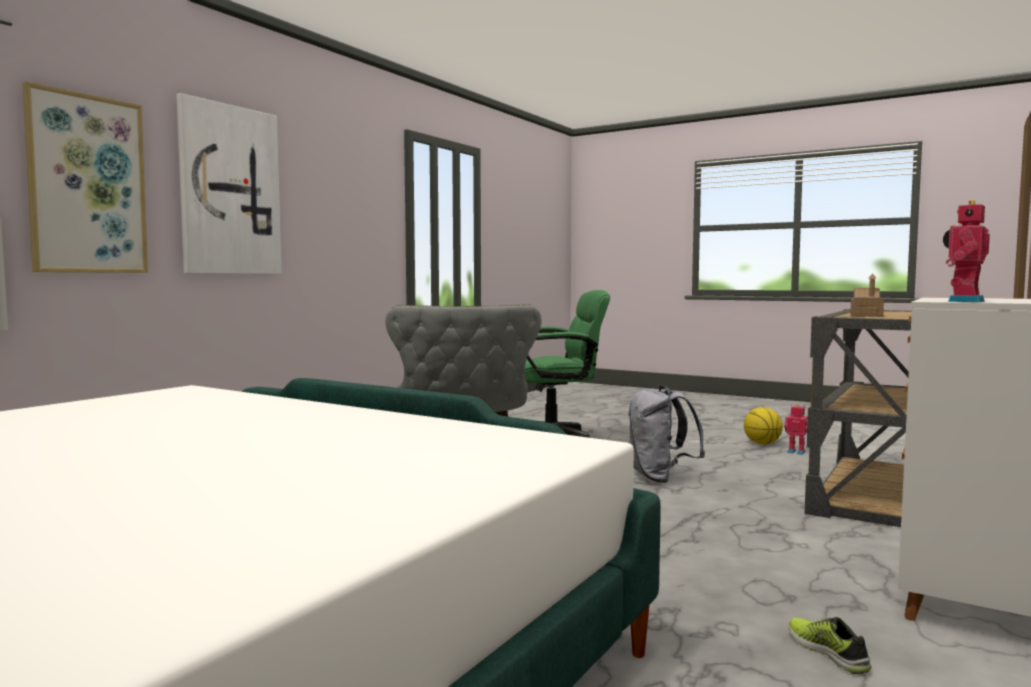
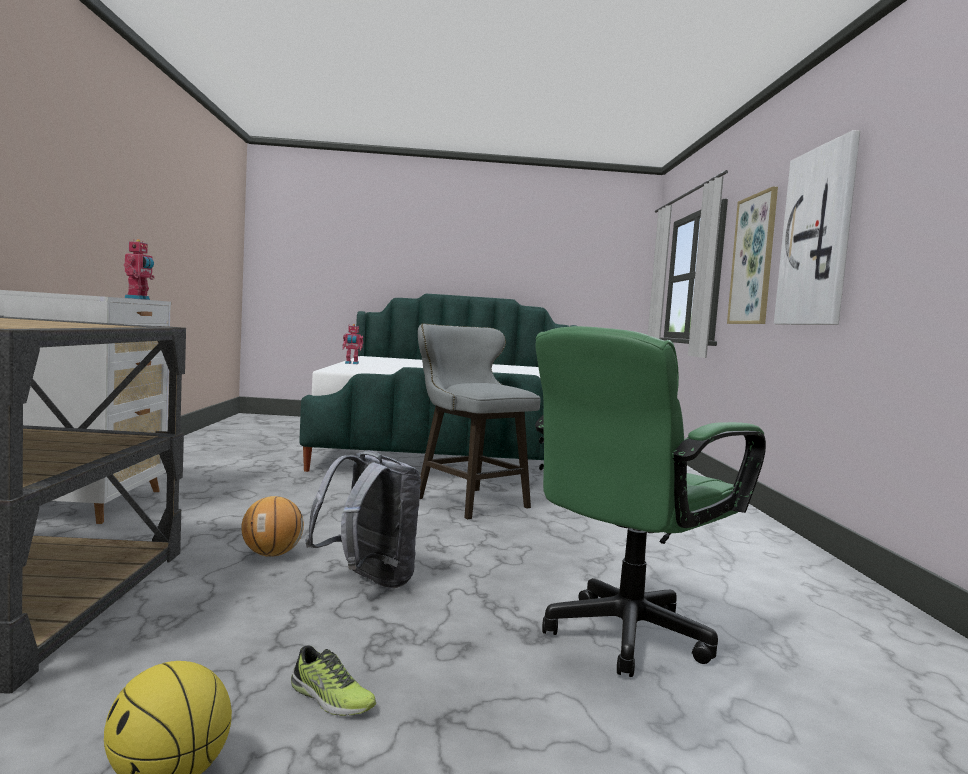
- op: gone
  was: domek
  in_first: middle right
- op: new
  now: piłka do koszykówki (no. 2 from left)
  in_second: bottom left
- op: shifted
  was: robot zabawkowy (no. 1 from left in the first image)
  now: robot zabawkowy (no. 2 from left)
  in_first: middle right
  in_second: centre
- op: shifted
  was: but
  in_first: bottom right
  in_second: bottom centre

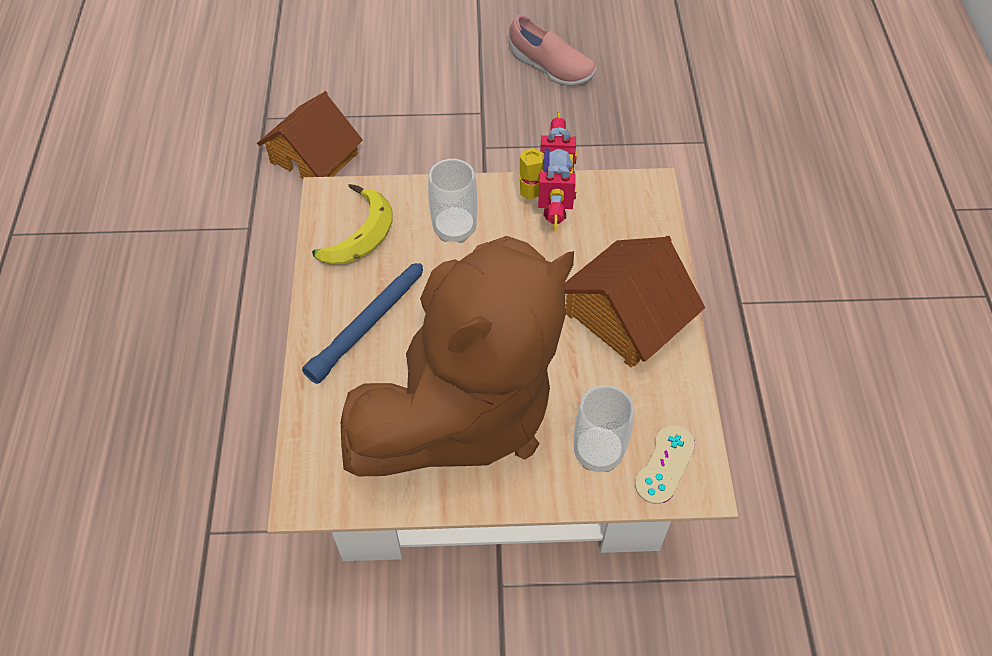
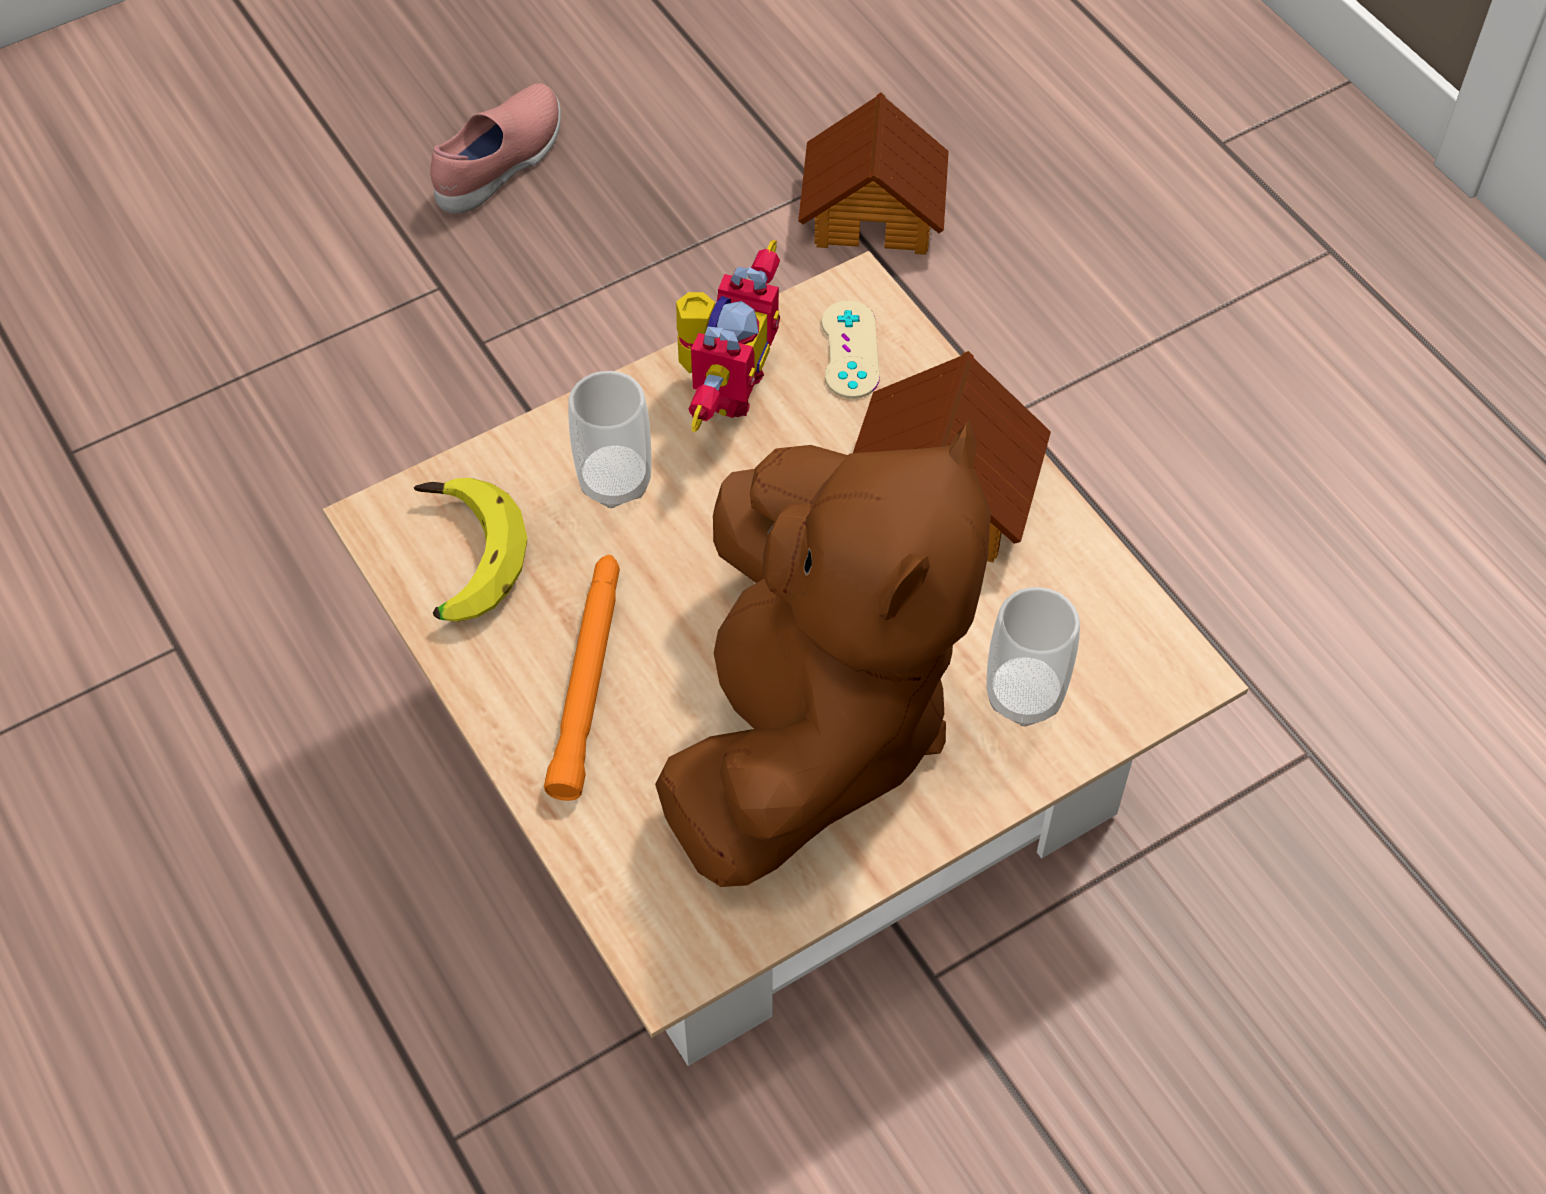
- op: shifted
  was: domek (no. 1 from left)
  in_first: top left
  in_second: top centre
- op: shifted
  was: pad do gier/beżowy
  in_first: bottom right
  in_second: top centre
- op: repainted
  was: latarka/niebieski
  now: latarka/pomarańczowy
  in_first: centre
  in_second: centre
- op: rotated
  was: but/różowy
  in_first: top centre
  in_second: top left
  clockwise: -60
- op: rotated
  was: robot zabawkowy
  in_first: top centre
  in_second: top centre
  clockwise: 45

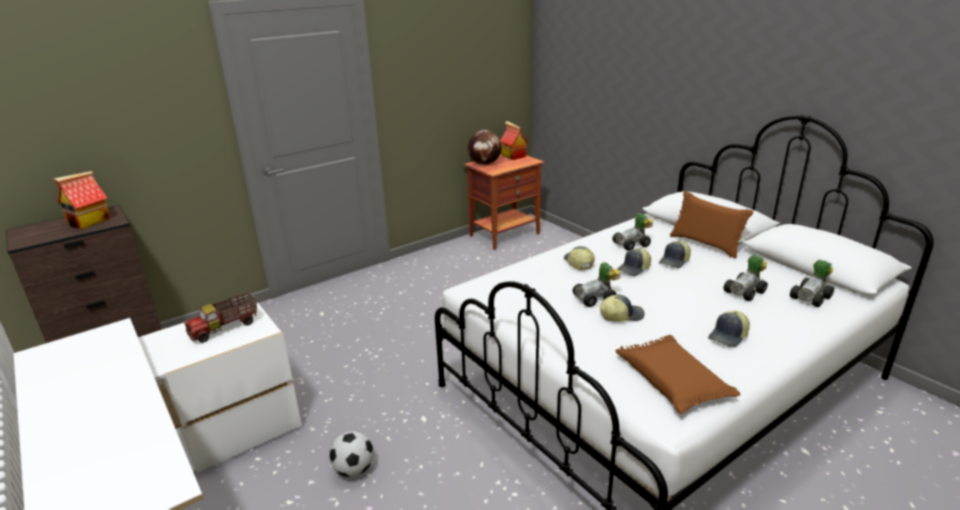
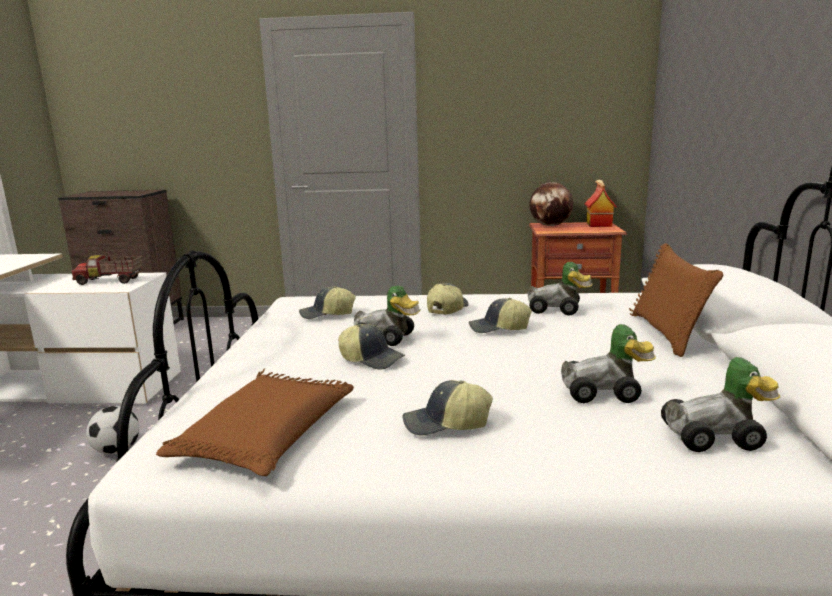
- op: gone
  was: domek (no. 1 from left)
  in_first: middle left
- op: shifted
  was: czapka z daszkiem (no. 4 from left in the first image)
  now: czapka z daszkiem (no. 1 from left)
  in_first: middle right
  in_second: centre

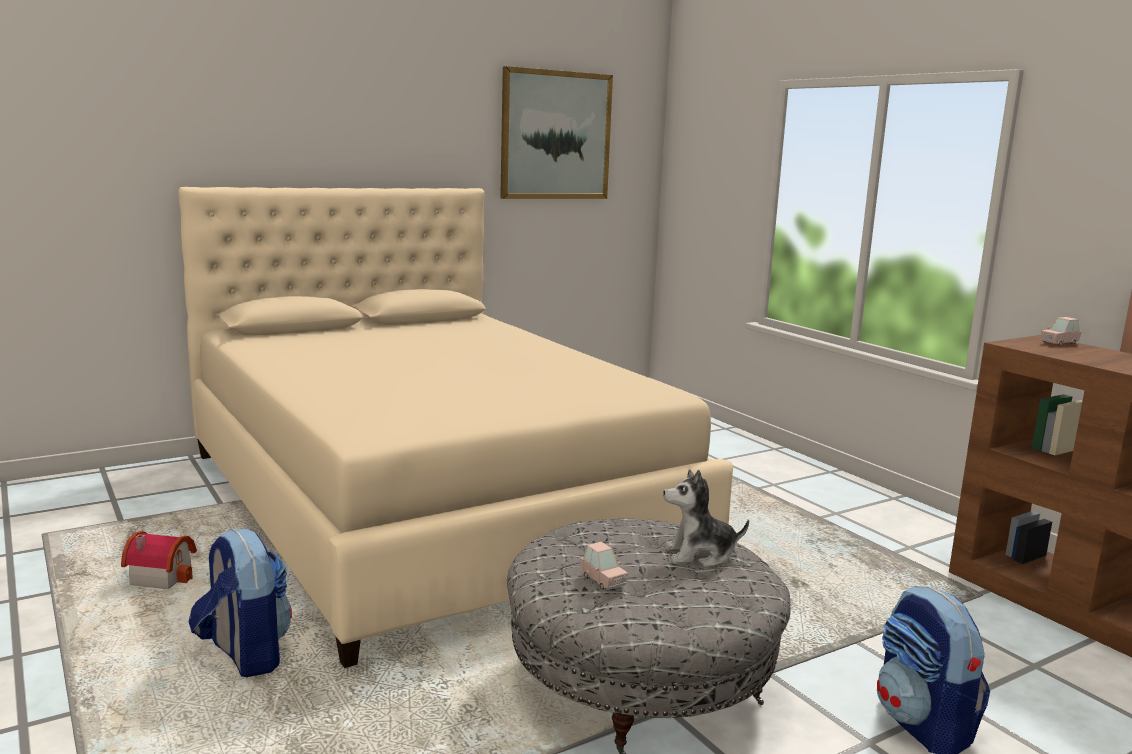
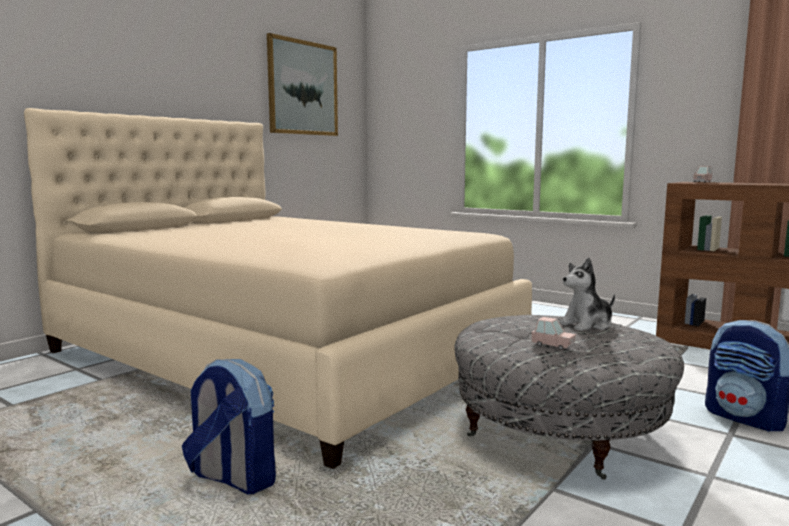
- op: gone
  was: domek
  in_first: bottom left

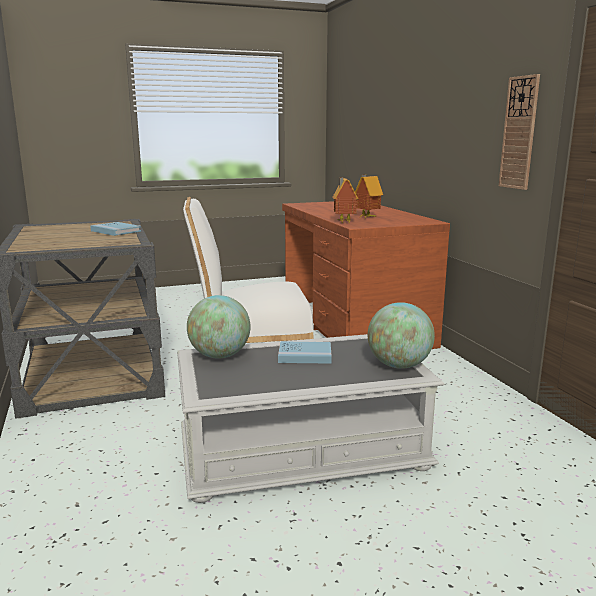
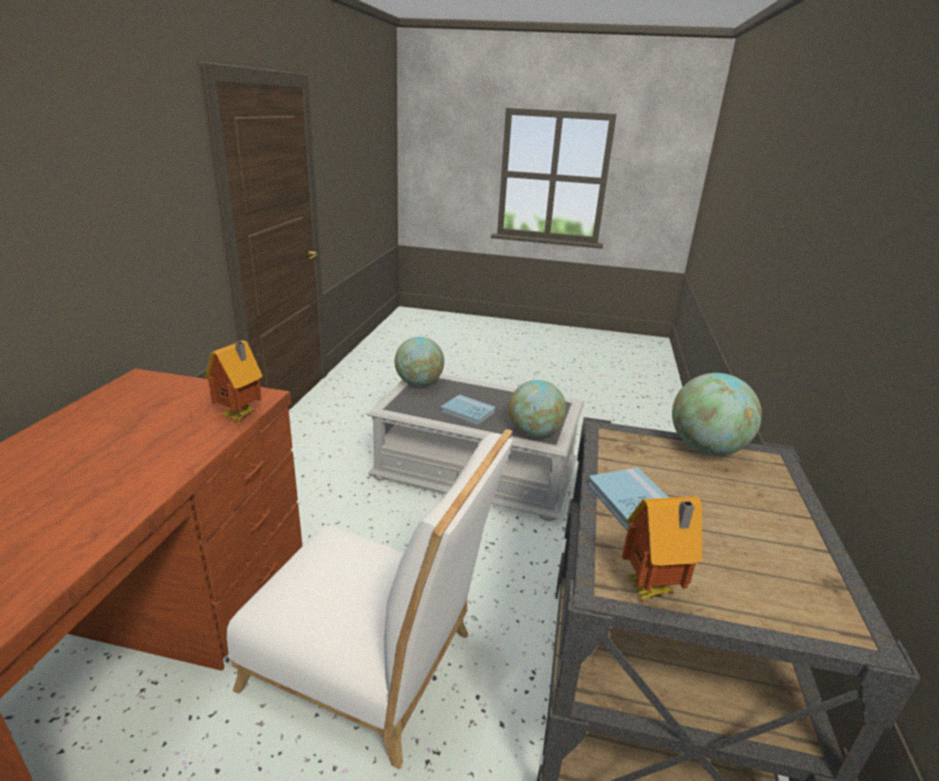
- op: gone
  was: zegar ścienny
  in_first: top right
- op: new
  now: globus (no. 3 from left)
  in_second: middle right
- op: shifted
  was: domek (no. 2 from left)
  in_first: top centre
  in_second: bottom right

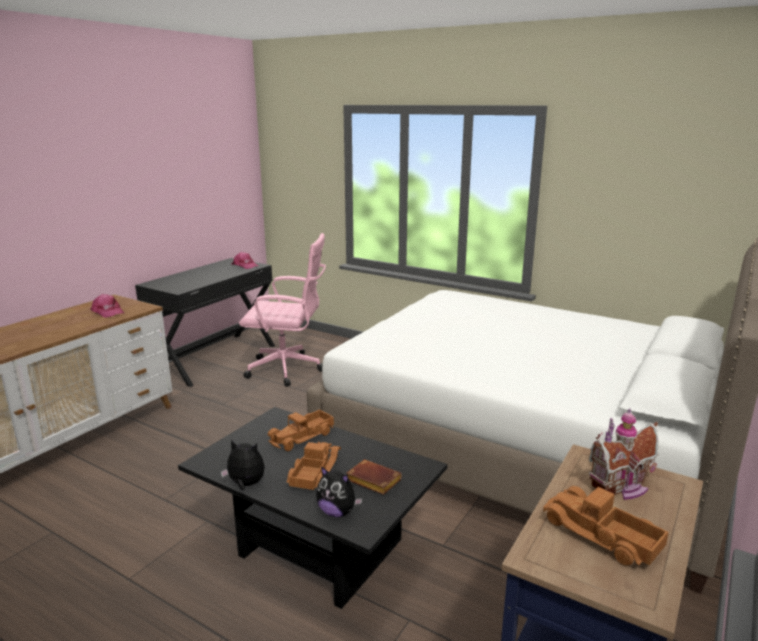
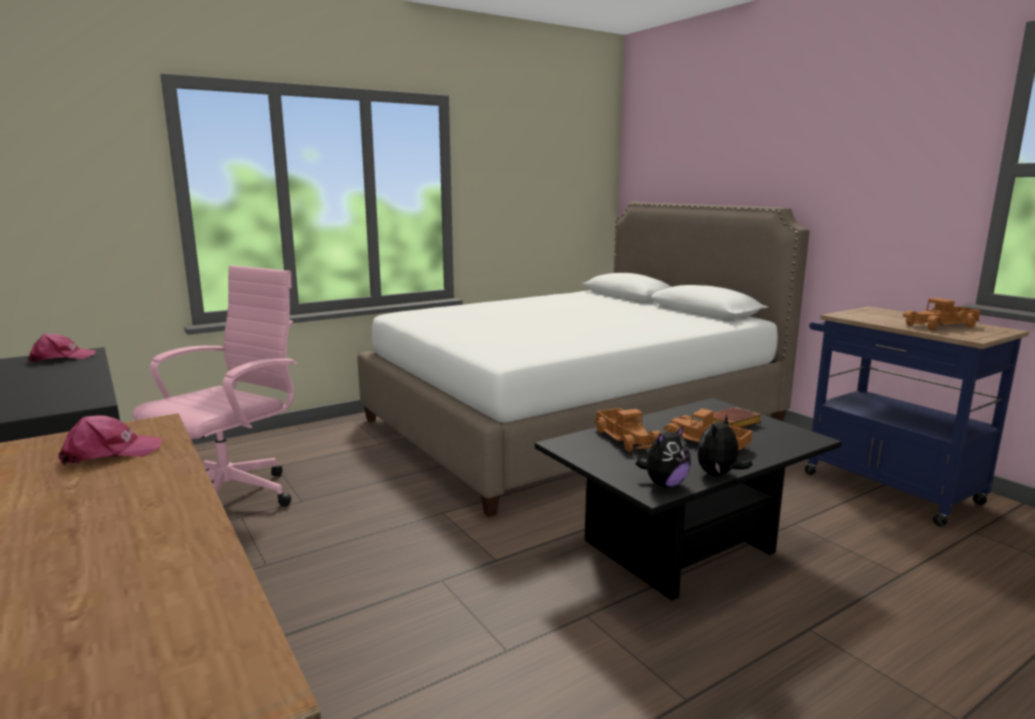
- op: gone
  was: domek
  in_first: bottom right
- op: shifted
  was: pluszak (no. 2 from left in the first image)
  now: pluszak (no. 1 from left)
  in_first: bottom centre
  in_second: centre

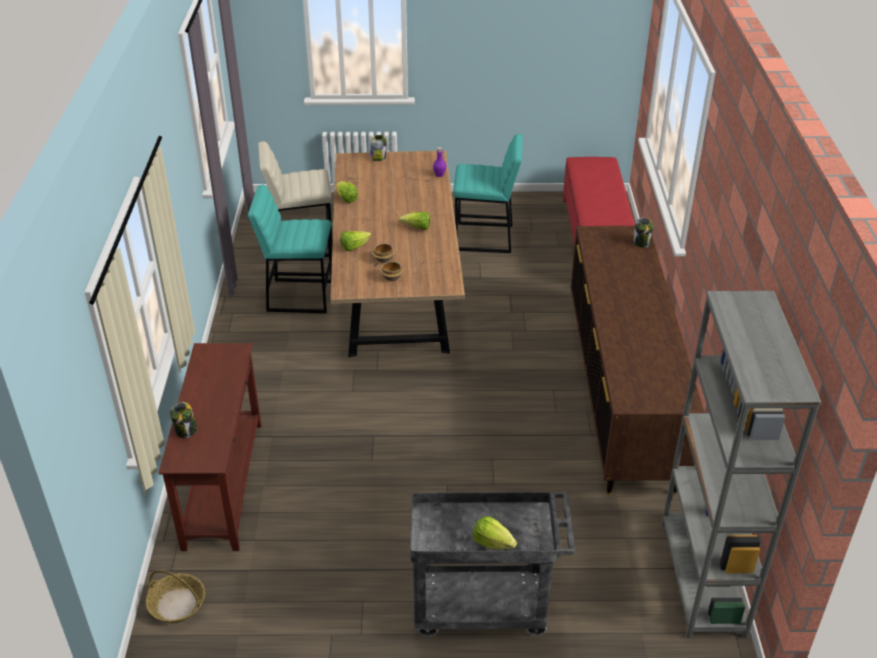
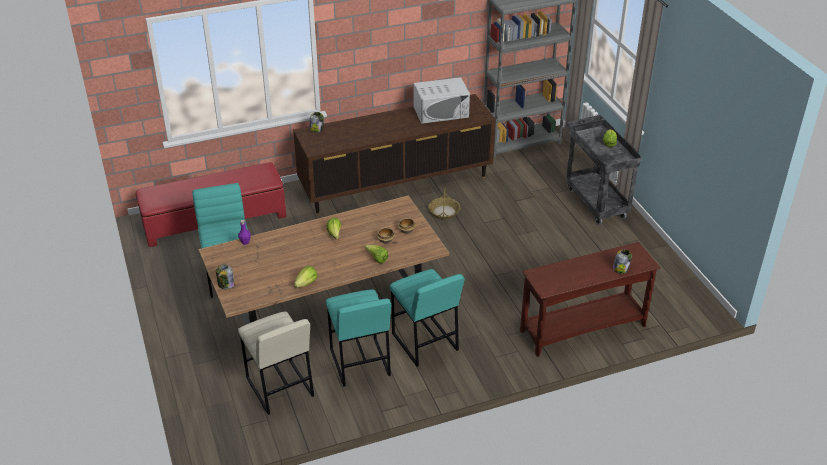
- op: new
  now: krzesło/turkusowy (no. 3 from left)
  in_second: bottom centre
- op: new
  now: mikrofalówka/biały
  in_second: top centre
- op: shifted
  was: koszyk
  in_first: bottom left
  in_second: centre

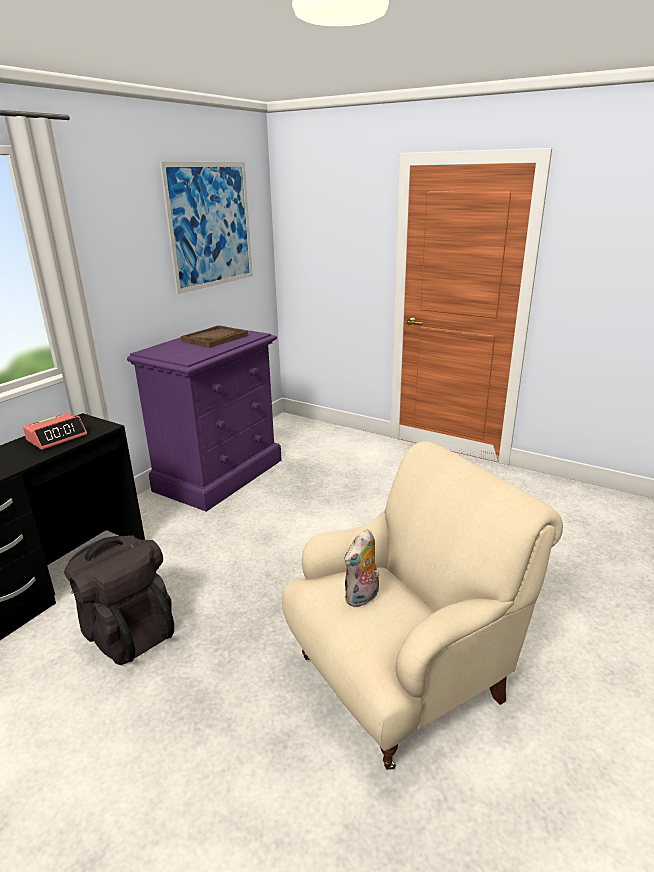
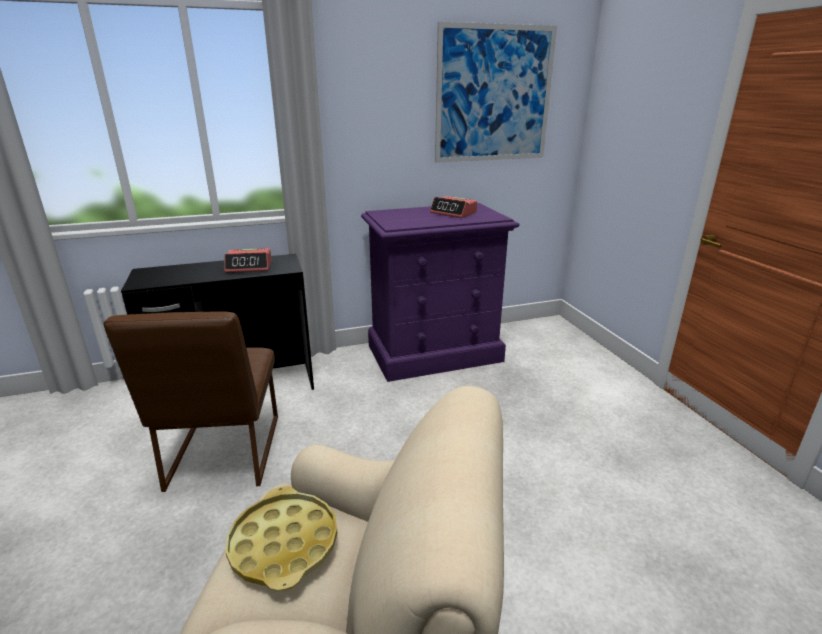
- op: swapped
  was: plecak/czarny
  now: krzesło/brązowy
  in_first: bottom left
  in_second: middle left
- op: swapped
  was: taca/brązowy
  now: budzik (no. 2 from left)
  in_first: middle left
  in_second: top centre
- op: swapped
  was: pluszak
  now: taca/żółty
  in_first: centre
  in_second: bottom centre

